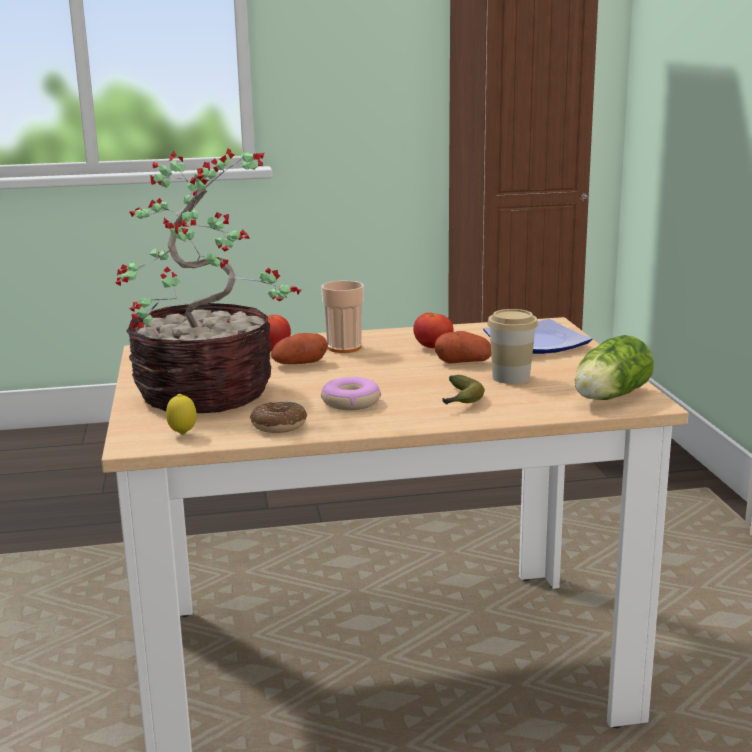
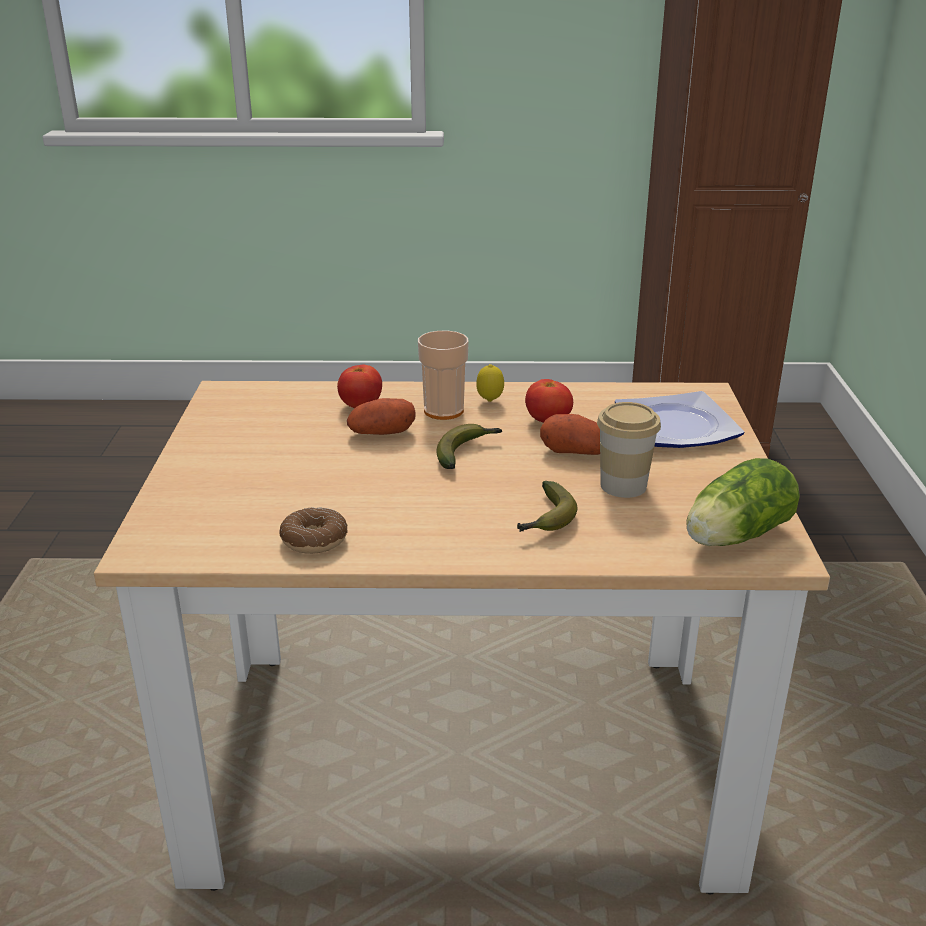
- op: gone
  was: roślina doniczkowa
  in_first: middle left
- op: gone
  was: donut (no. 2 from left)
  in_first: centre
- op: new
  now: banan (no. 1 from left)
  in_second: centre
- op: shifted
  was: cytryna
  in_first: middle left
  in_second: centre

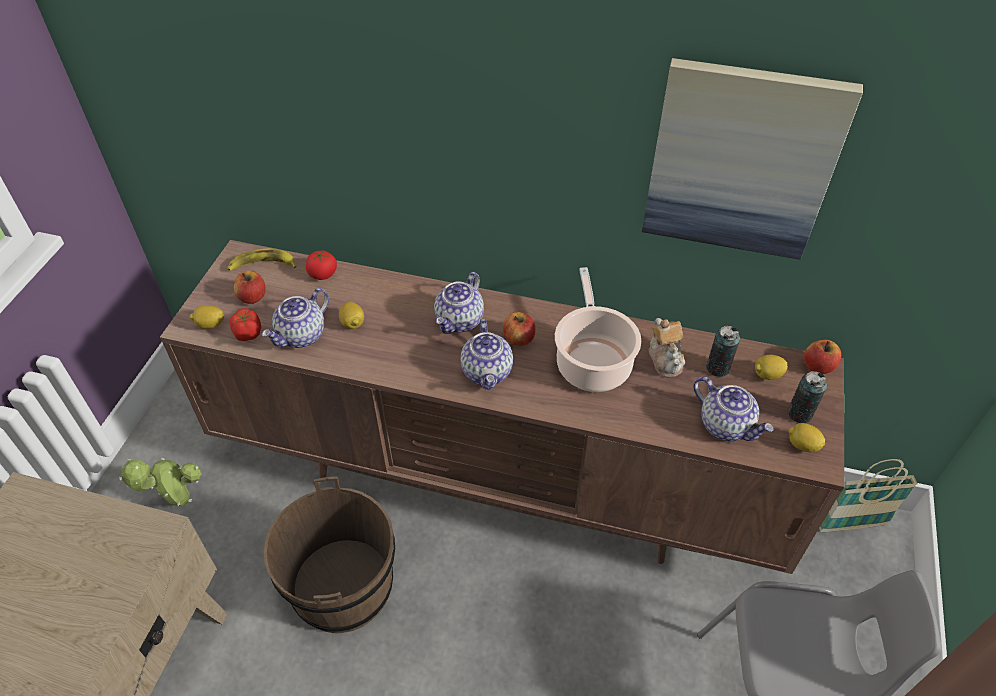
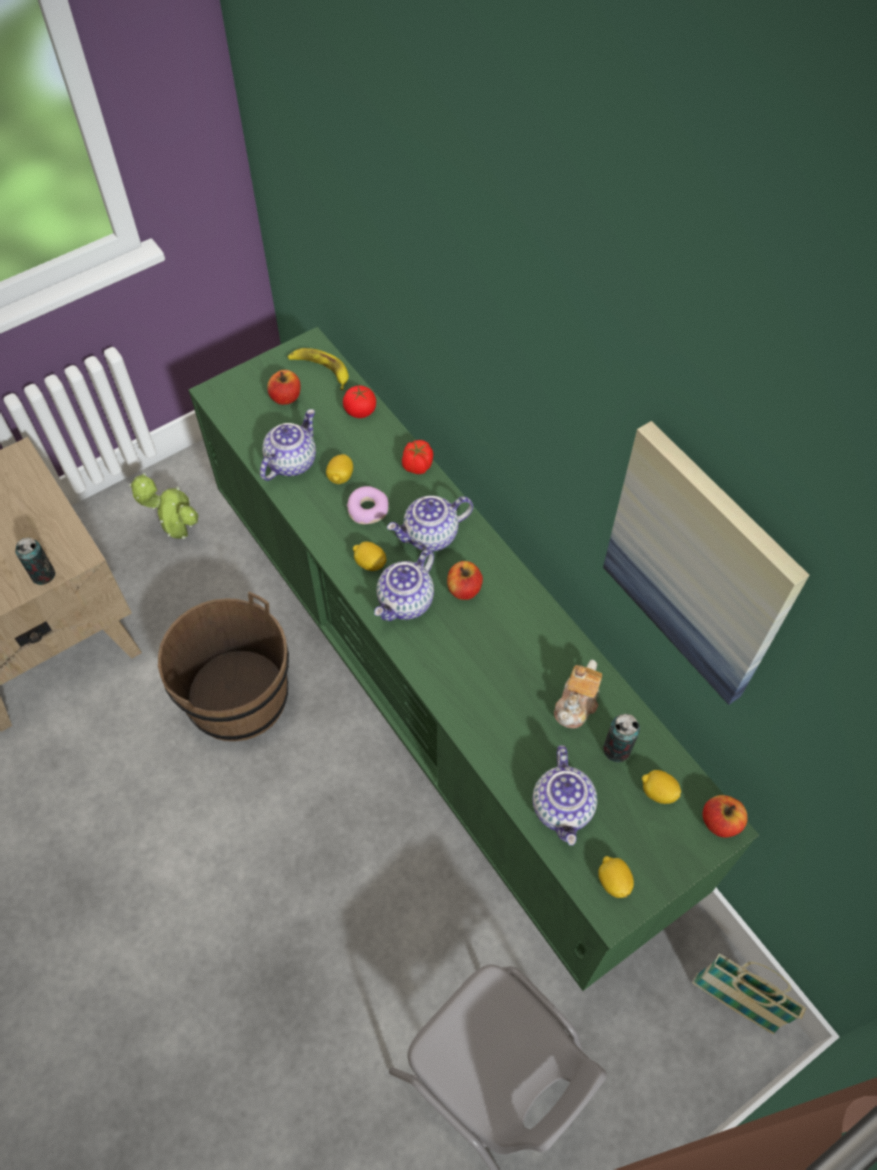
- op: gone
  was: garnek
  in_first: centre
- op: new
  now: donut
  in_second: centre
- op: shifted
  was: cytryna (no. 1 from left in the first image)
  now: cytryna (no. 2 from left)
  in_first: middle left
  in_second: centre
- op: shifted
  was: pomidor (no. 1 from left in the first image)
  now: pomidor (no. 2 from left)
  in_first: middle left
  in_second: centre
- op: shifted
  was: puszka (no. 2 from left in the first image)
  now: puszka (no. 1 from left)
  in_first: middle right
  in_second: middle left
- op: repainted
  was: szafka/brązowy
  now: szafka/zielony
  in_first: centre
  in_second: centre
- op: rotated
  was: imbryk (no. 1 from left)
  in_first: middle left
  in_second: middle left
  clockwise: 135

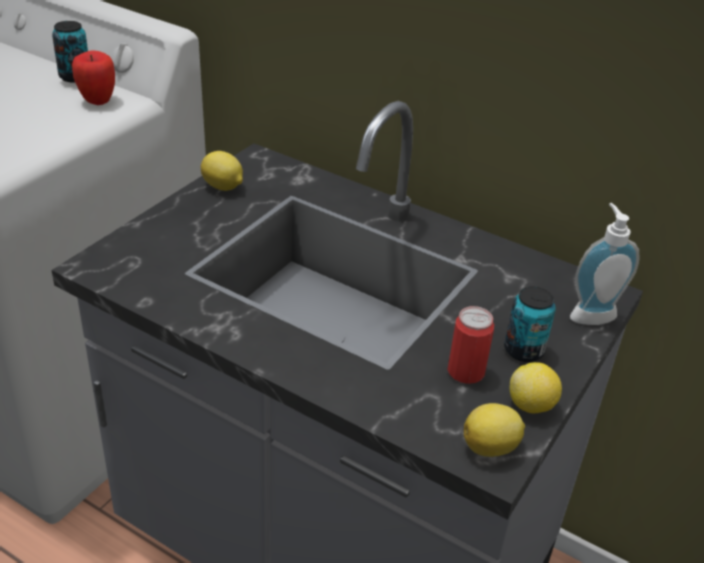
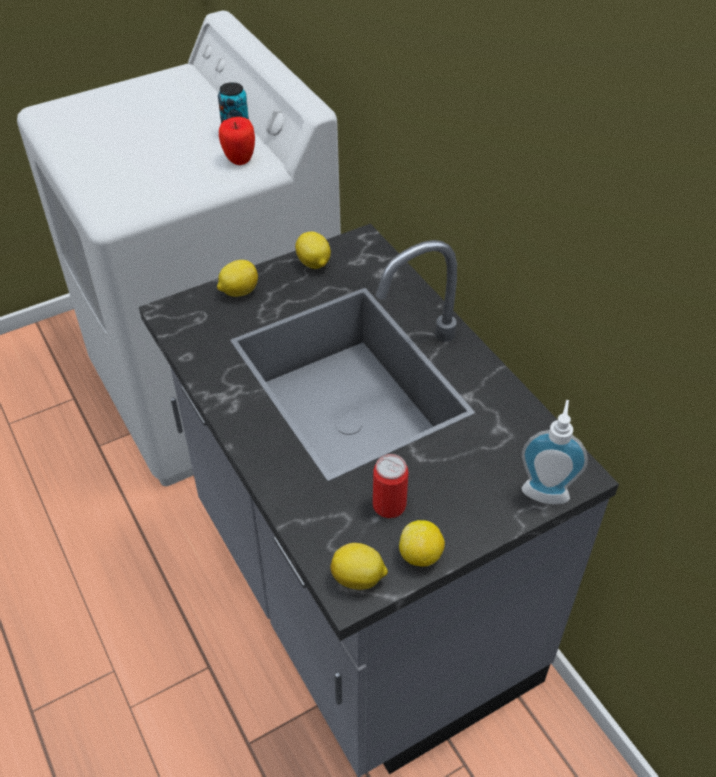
- op: gone
  was: puszka (no. 3 from left)
  in_first: middle right
- op: new
  now: cytryna (no. 1 from left)
  in_second: middle left

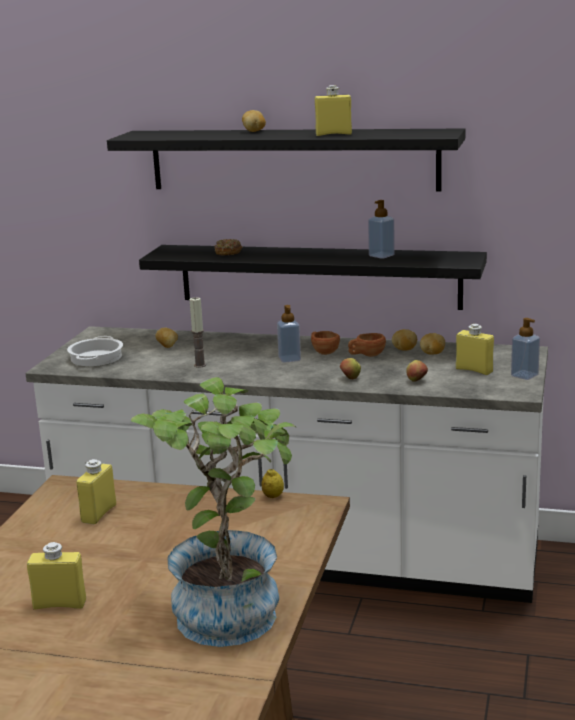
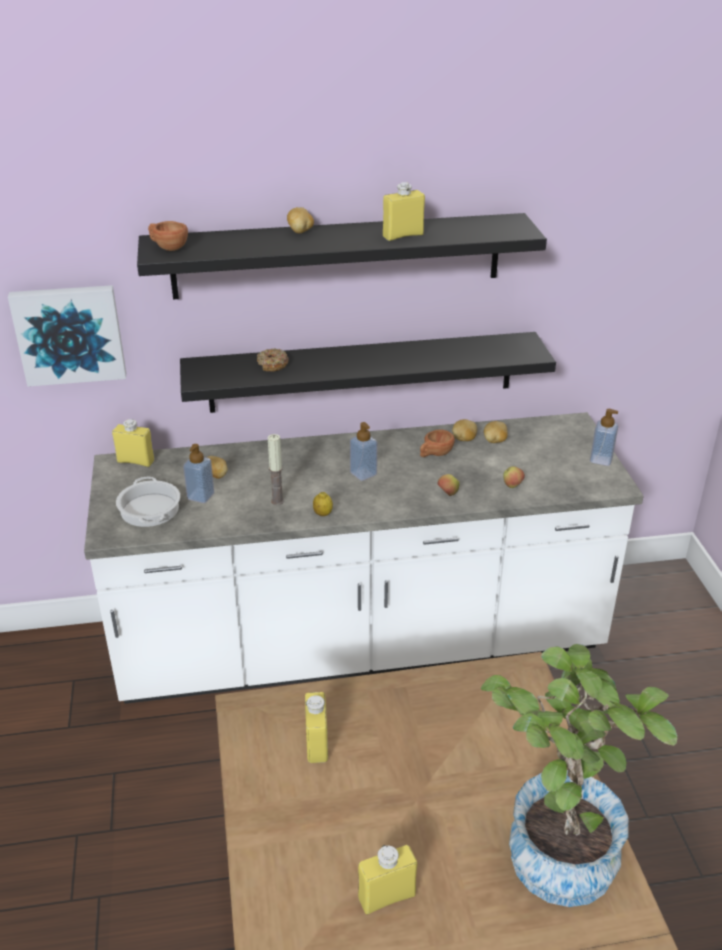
- op: new
  now: obraz
  in_second: middle left
- op: shifted
  was: cytryna
  in_first: bottom centre
  in_second: centre
- op: shifted
  was: filiżanka/brązowy (no. 1 from left)
  in_first: centre
  in_second: top left
- op: shifted
  was: dozownik mydła (no. 2 from left in the first image)
  now: dozownik mydła (no. 1 from left)
  in_first: top centre
  in_second: middle left
- op: shifted
  was: butelka/żółty (no. 4 from left in the first image)
  now: butelka/żółty (no. 1 from left)
  in_first: middle right
  in_second: middle left

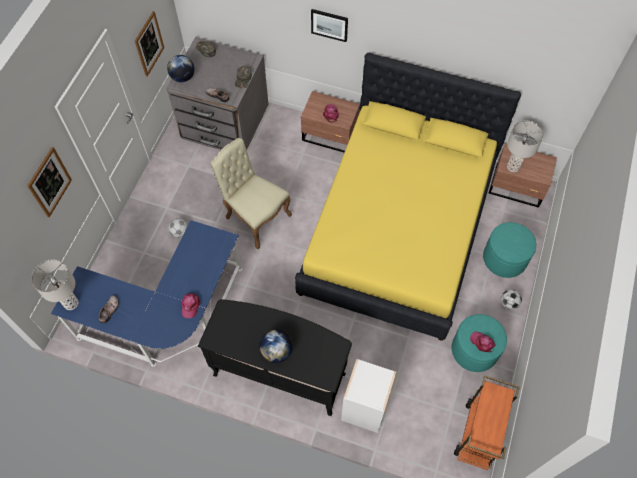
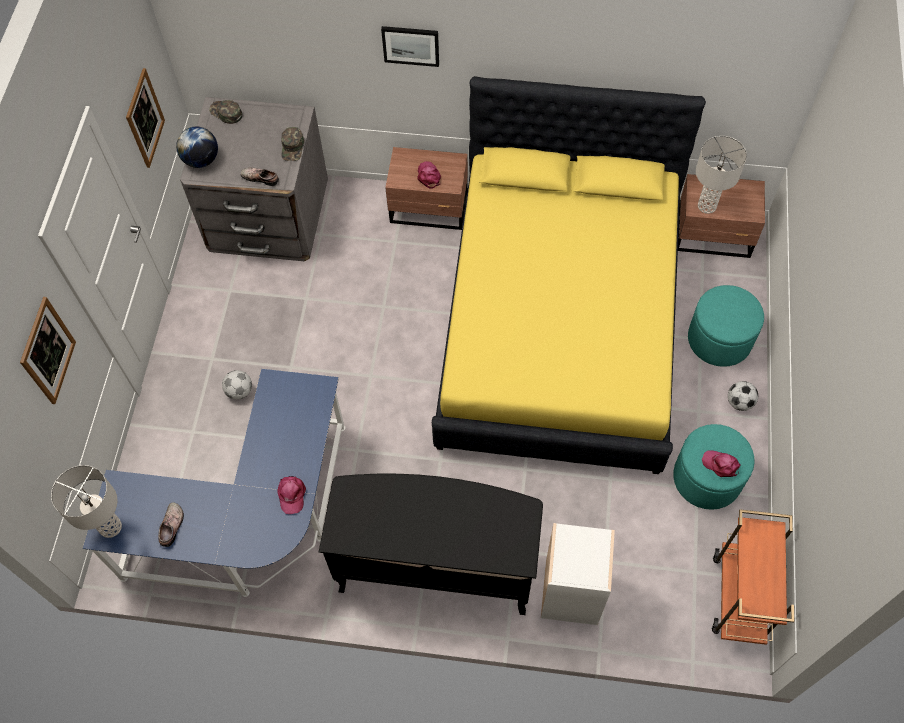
- op: gone
  was: krzesło/beżowy
  in_first: centre
- op: gone
  was: globus (no. 2 from left)
  in_first: bottom centre

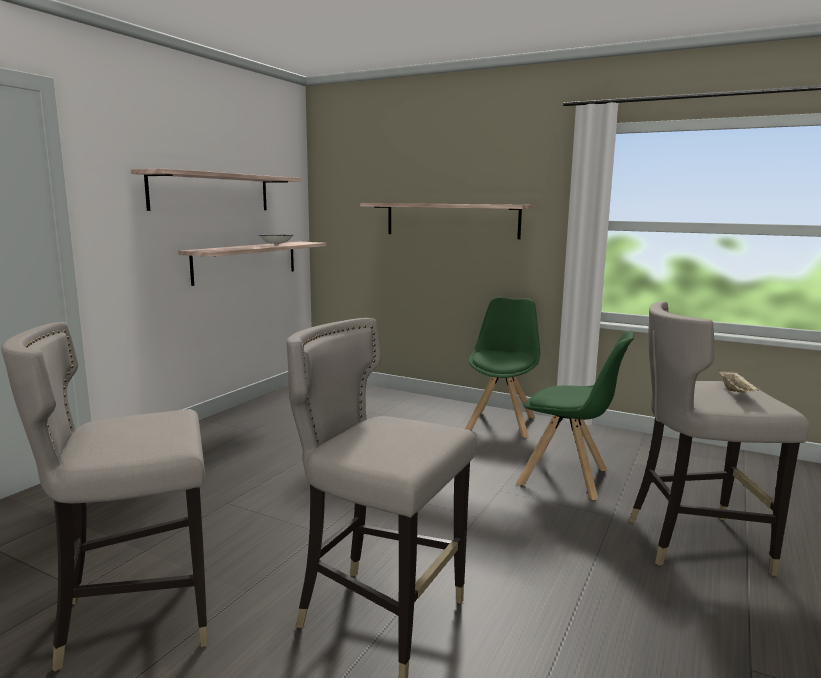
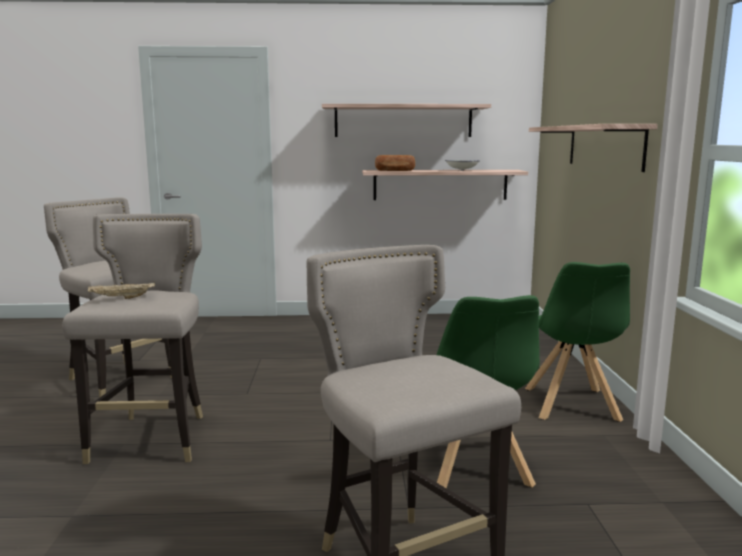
- op: new
  now: chleb
  in_second: top centre
- op: shifted
  was: taca/beżowy
  in_first: middle right
  in_second: middle left
- op: rotated
  was: krzesło/zielony (no. 1 from left in the first image)
  in_first: centre
  in_second: middle right
  clockwise: 105

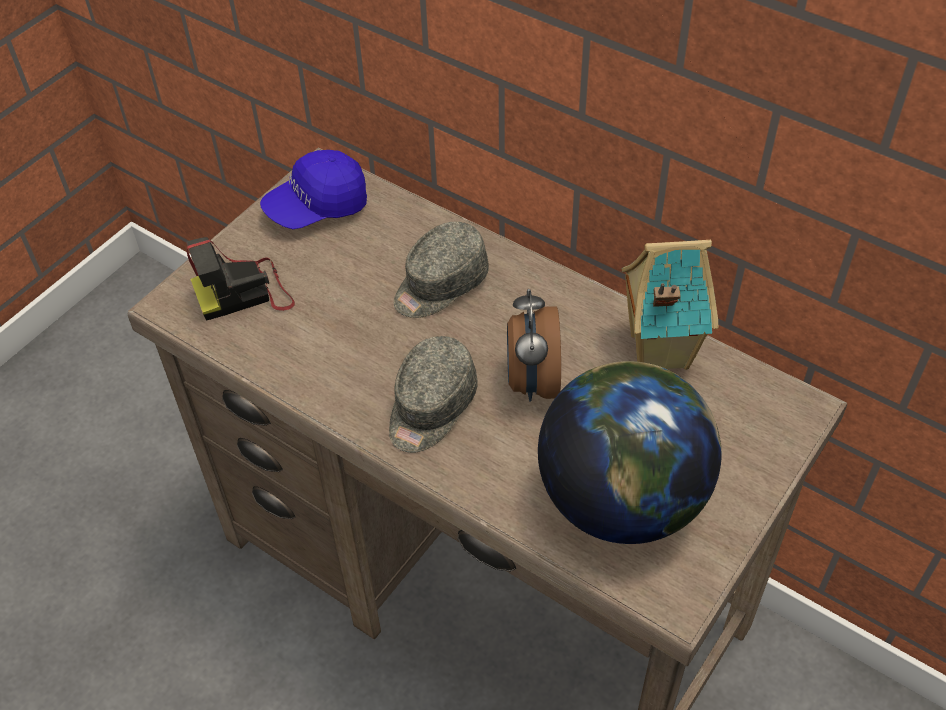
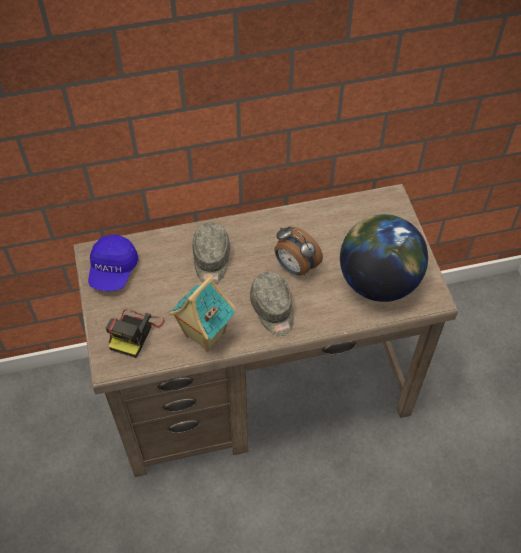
- op: shifted
  was: domek
  in_first: middle right
  in_second: centre

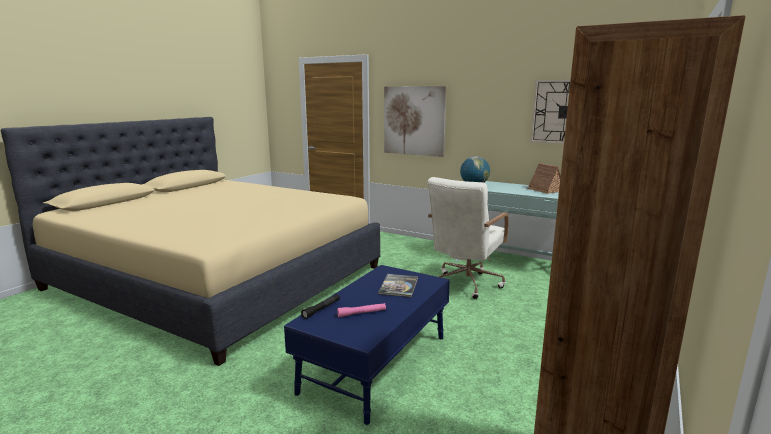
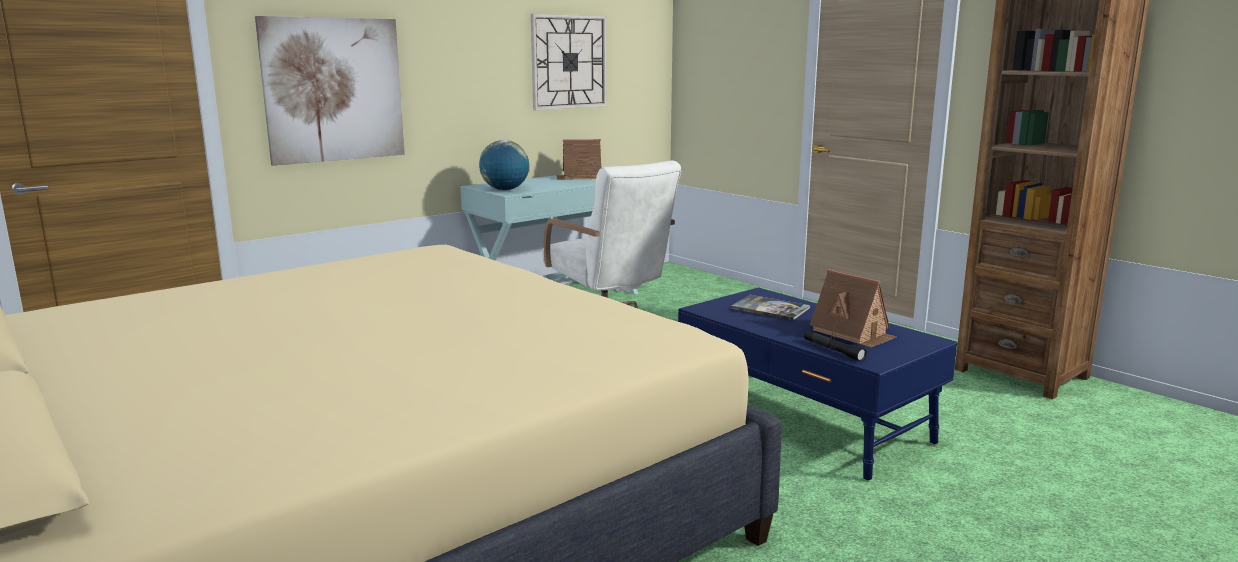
- op: swapped
  was: latarka/różowy
  now: domek (no. 2 from left)
  in_first: bottom centre
  in_second: middle right

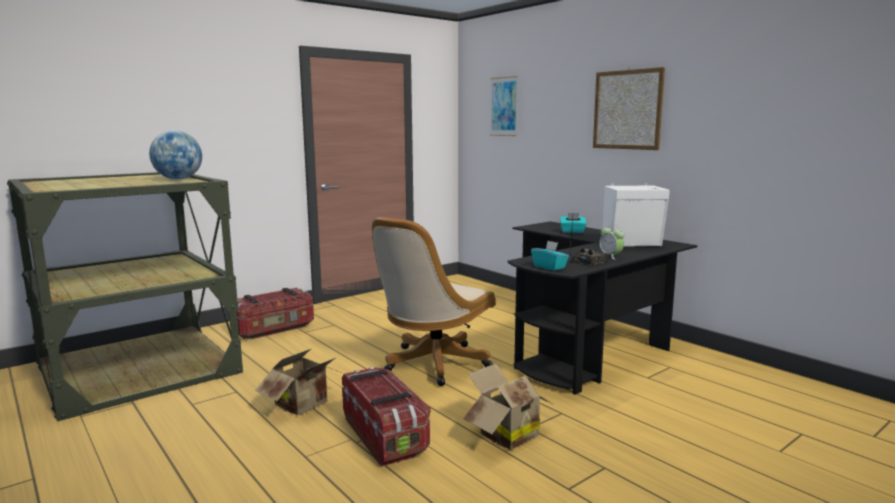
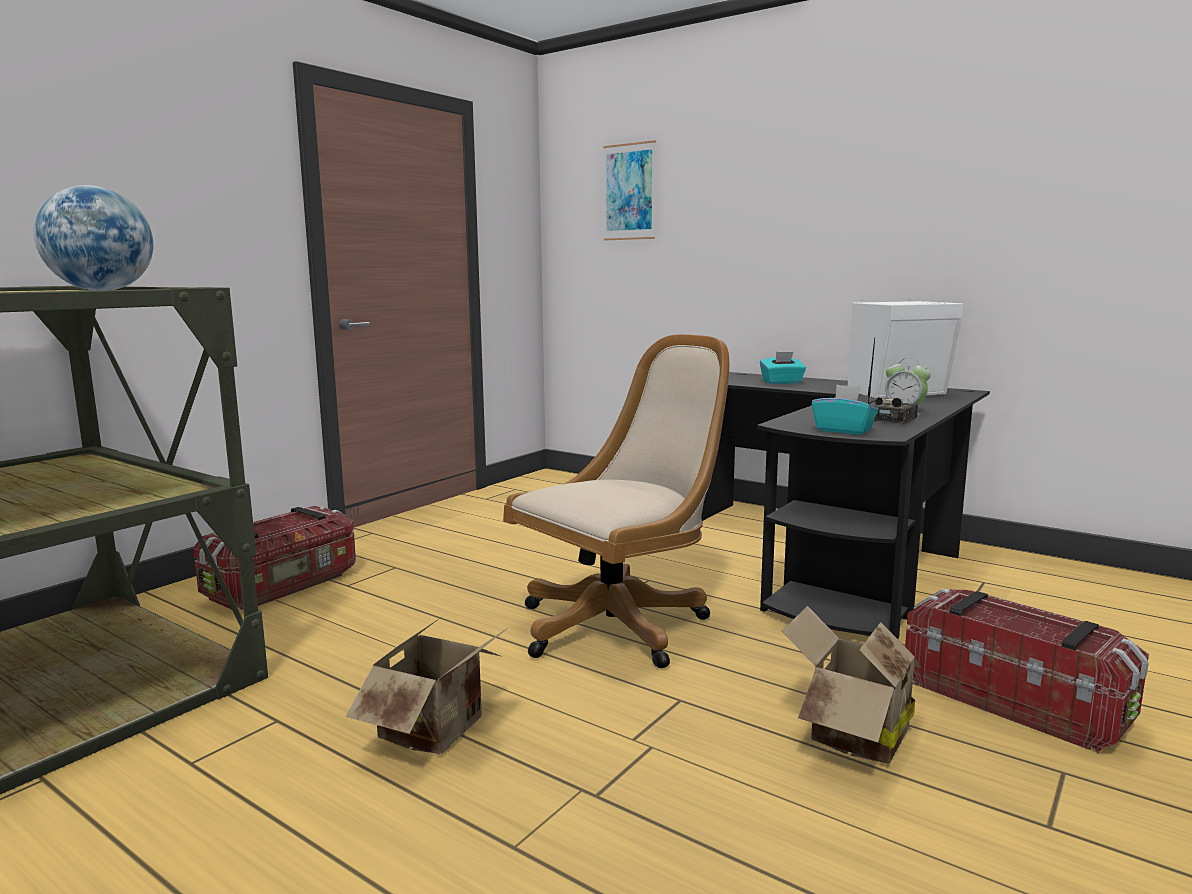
- op: gone
  was: obraz (no. 2 from left)
  in_first: top right
- op: shifted
  was: pojemnik do przechowywania (no. 2 from left)
  in_first: bottom centre
  in_second: bottom right
- op: rotated
  was: krzesło biurowe
  in_first: centre
  in_second: centre
  clockwise: -150

